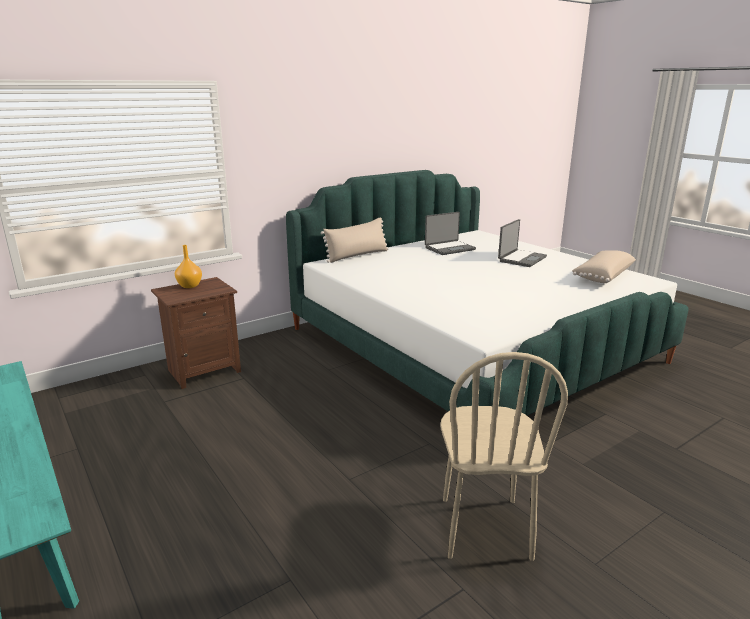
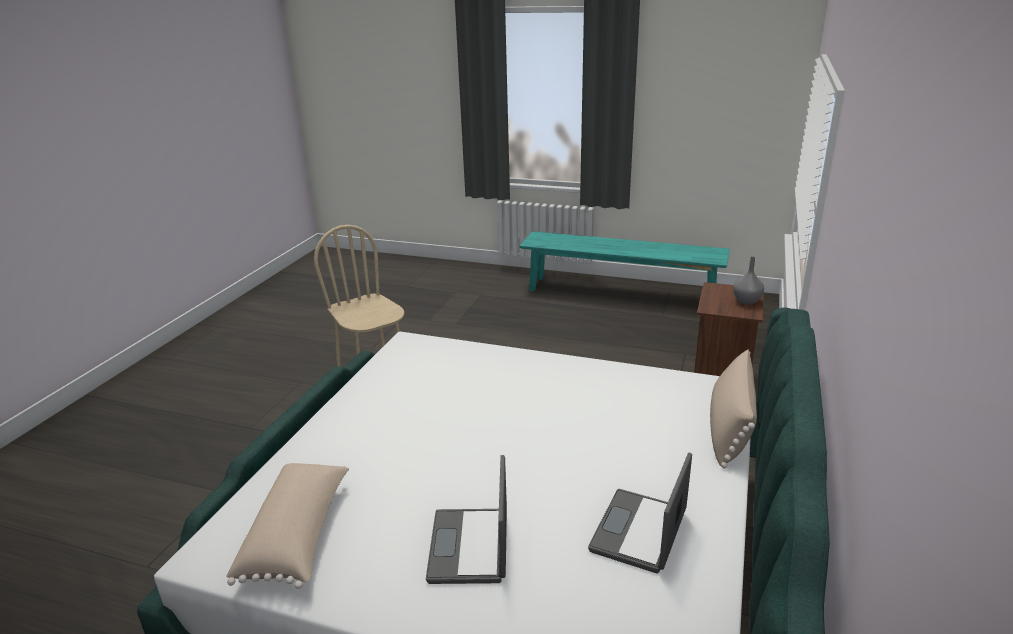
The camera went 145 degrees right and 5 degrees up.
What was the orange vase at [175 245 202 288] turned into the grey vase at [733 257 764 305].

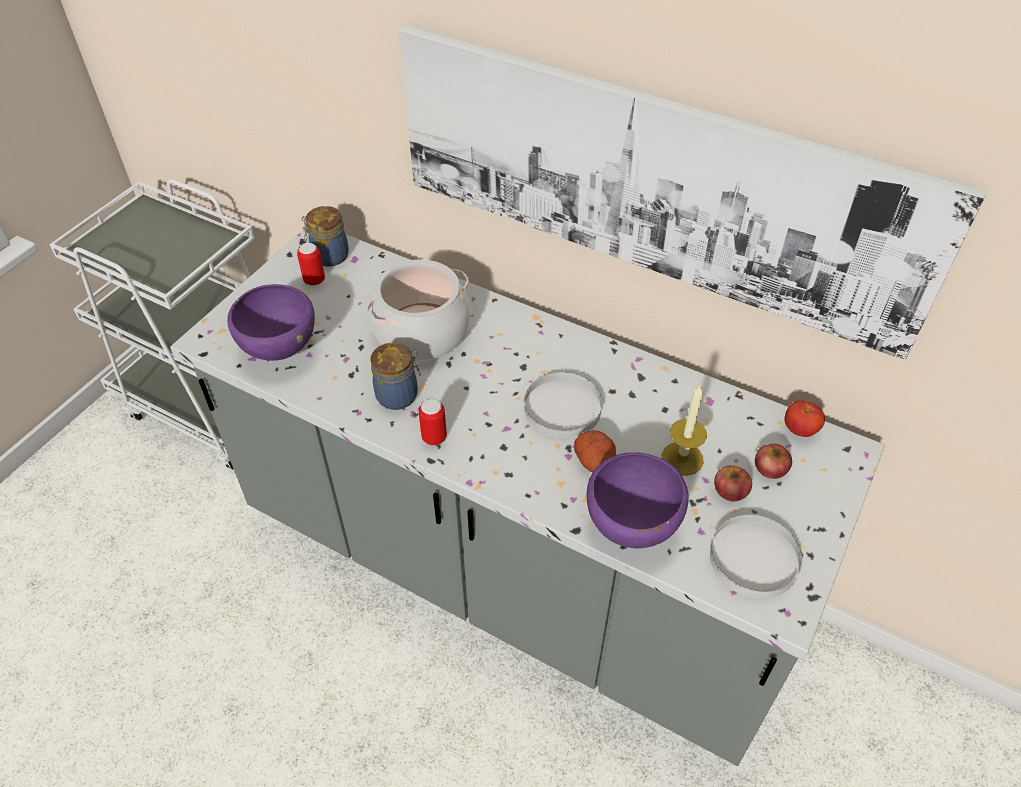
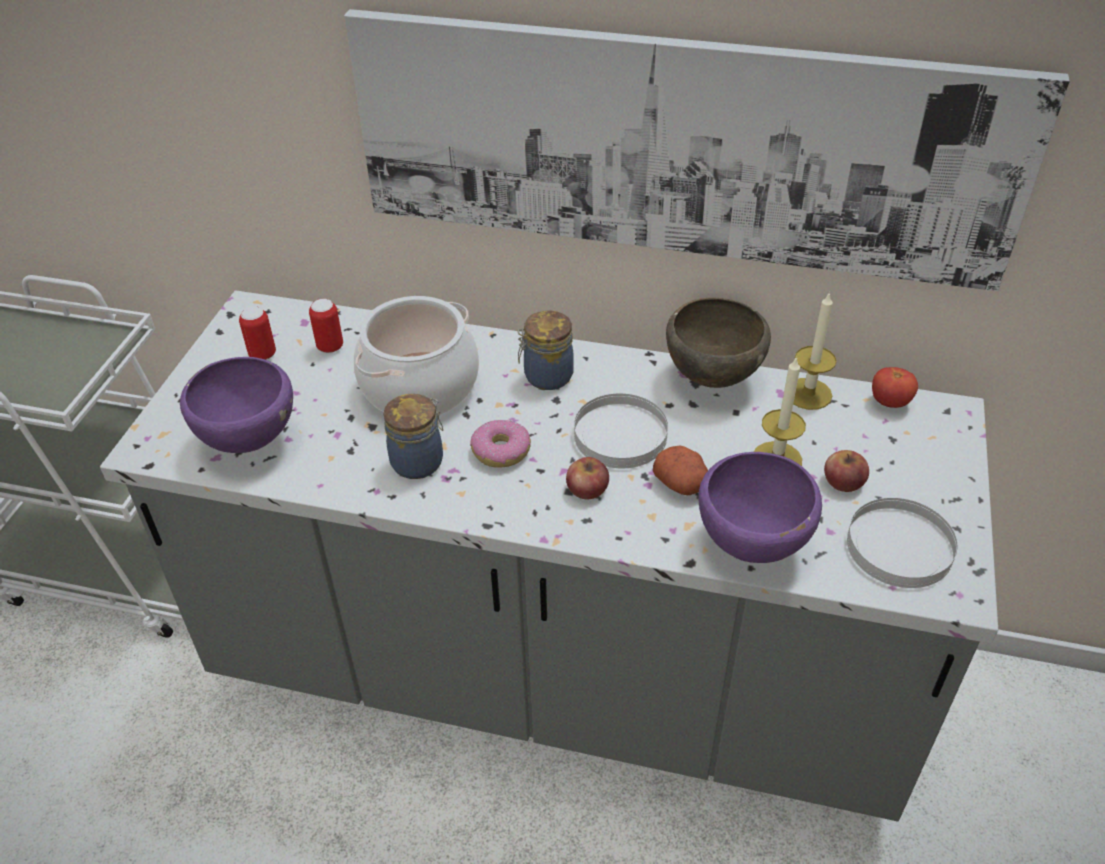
The camera went 15 degrees left and 5 degrees down.
The jar ended up elsewhere, having gone from [302 206 349 266] to [518 311 574 390].
The can ended up elsewhere, having gone from [419 399 447 445] to [309 299 343 353].
The apple ended up elsewhere, having gone from [755 444 792 479] to [566 457 609 499].
The second view gained the candle at [793 292 837 410].
The second view gained the brown bowl at [666 298 771 388].
The second view gained the donut at [470 420 531 467].

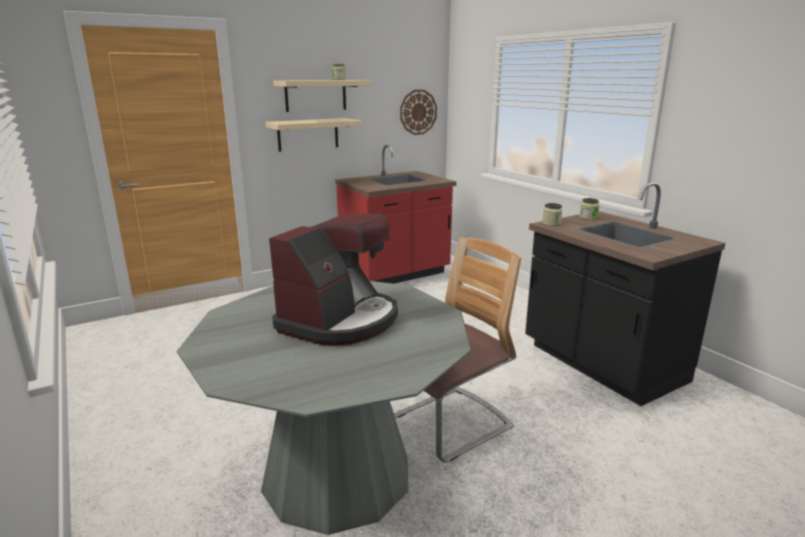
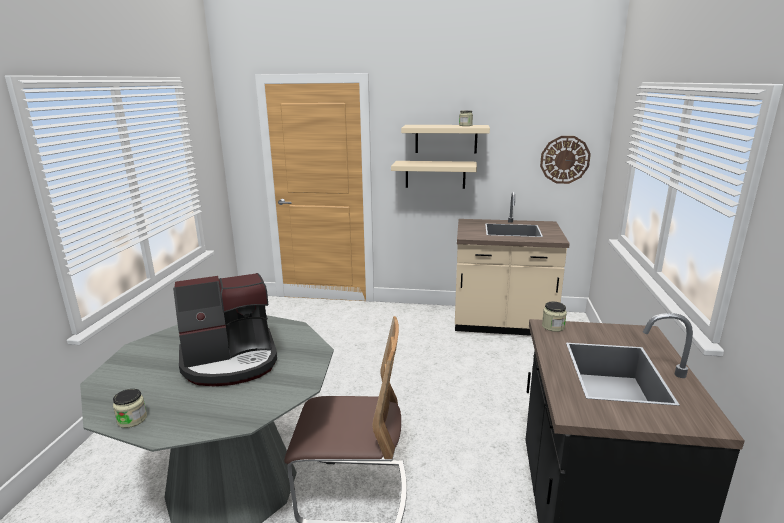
The camera went 40 degrees right and 0 degrees up.
What was the red counter at [335 145 457 284] turned into the beige counter at [455 192 570 336].
The jar ended up elsewhere, having gone from [579 198 600 220] to [113 389 147 428].

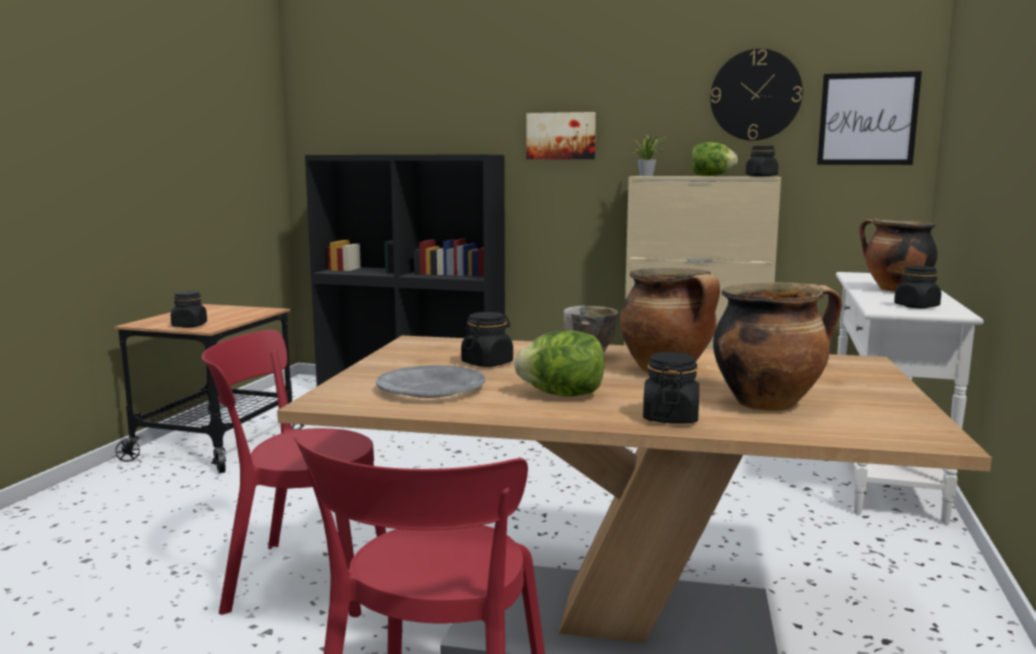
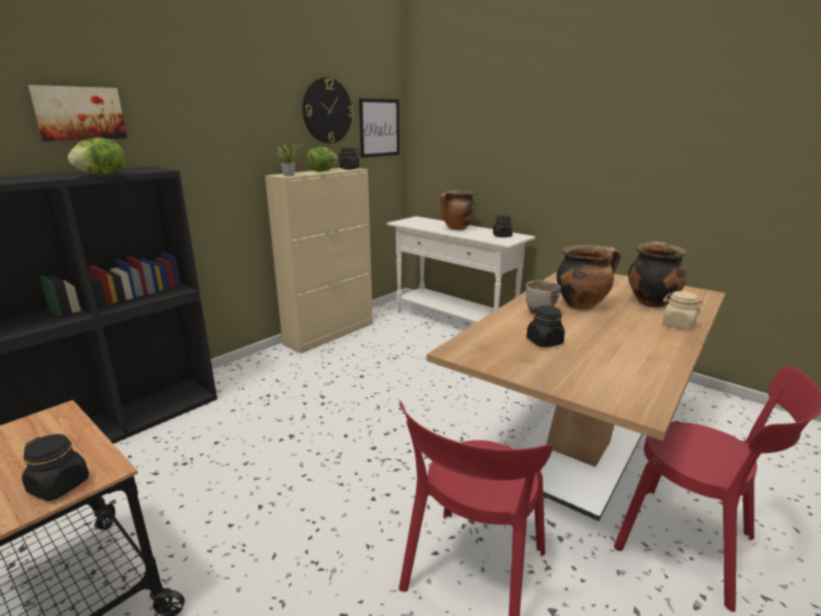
The camera went 65 degrees left and 10 degrees up.
The picture ended up elsewhere, having gone from [526 112 596 159] to [28 85 127 141].
The lettuce ended up elsewhere, having gone from [514 331 605 397] to [68 137 125 175].
What was the black jar at [643 352 699 424] turned into the beige jar at [663 291 703 330].
The second view lost the grey plate at [376 365 485 398].

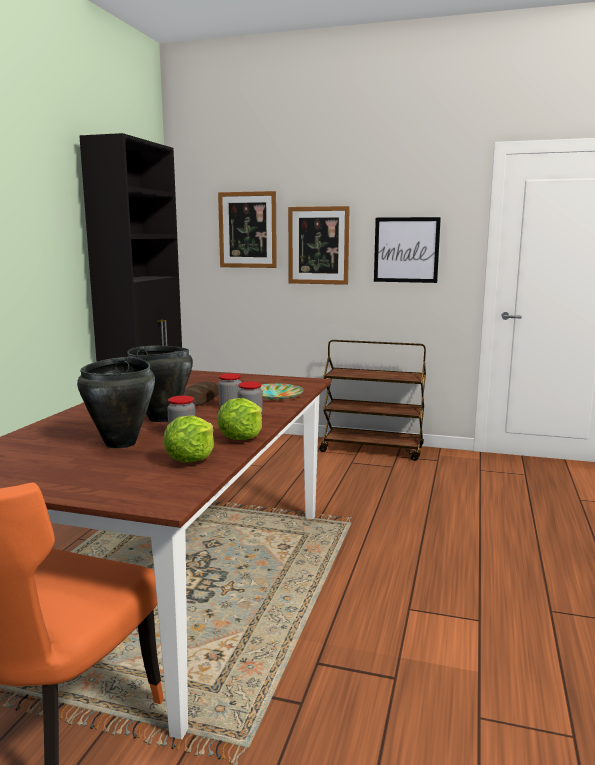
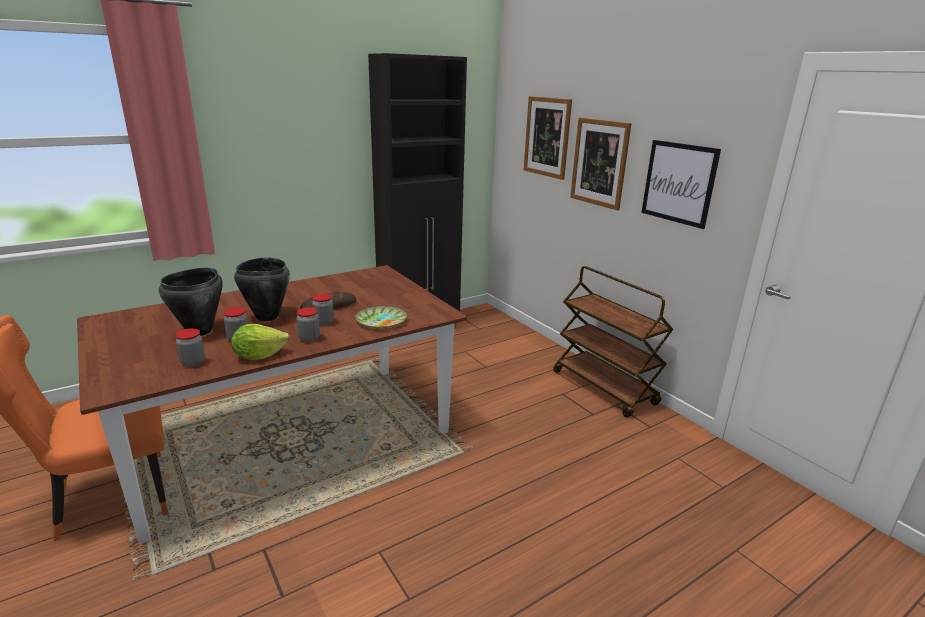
The camera went 40 degrees right and 10 degrees up.
Where the lettuce stood at [163 415 214 462], the jar came to stand at [175 329 205 367].

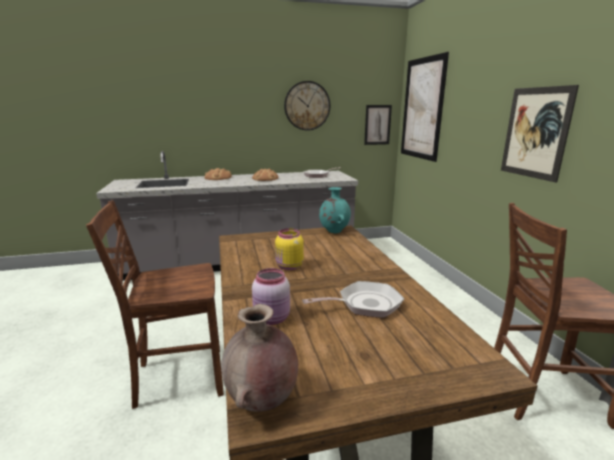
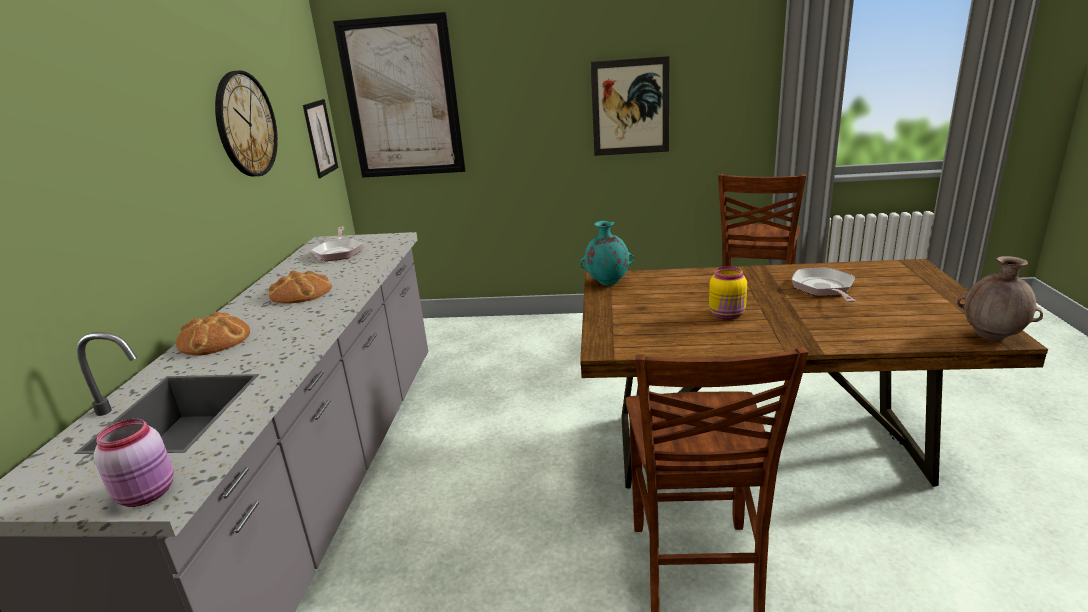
The camera went 70 degrees left and 5 degrees up.
The pink jar ended up elsewhere, having gone from [252 268 290 325] to [94 418 174 507].

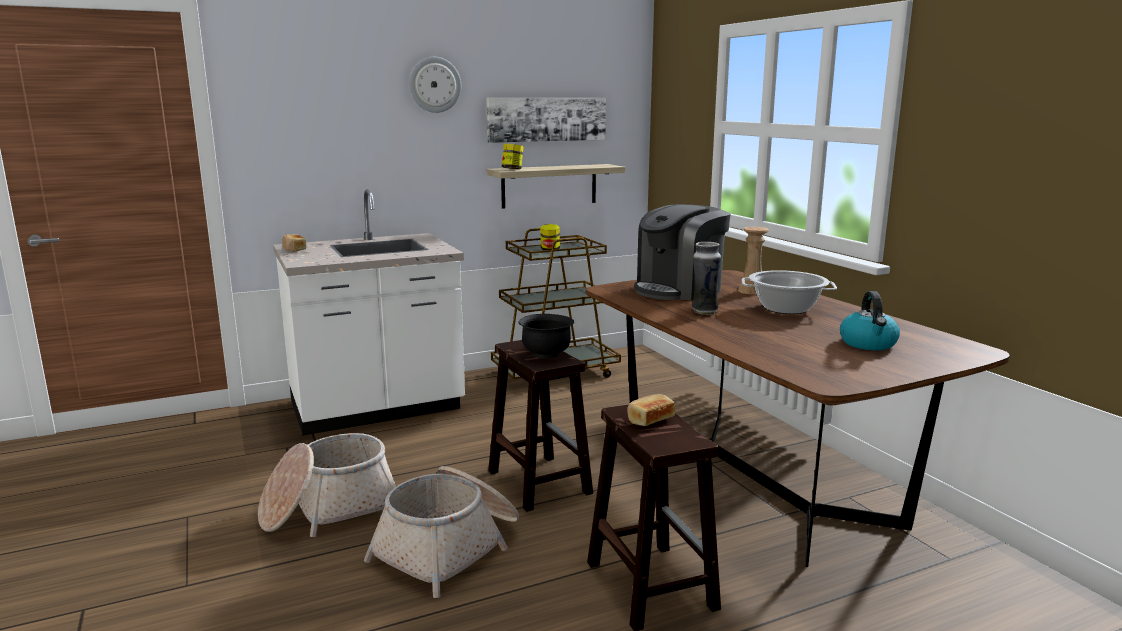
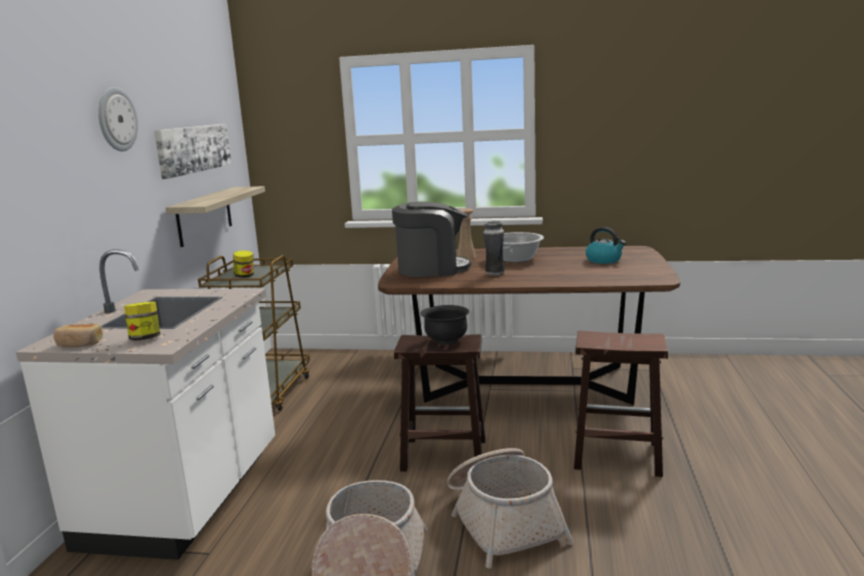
The camera went 55 degrees left and 0 degrees up.
The jar ended up elsewhere, having gone from [502 144 524 169] to [124 302 160 340].
The coffee machine at [634 204 731 301] ended up facing another way, 90 degrees counterclockwise from before.
The second view lost the bread at [627 394 675 426].

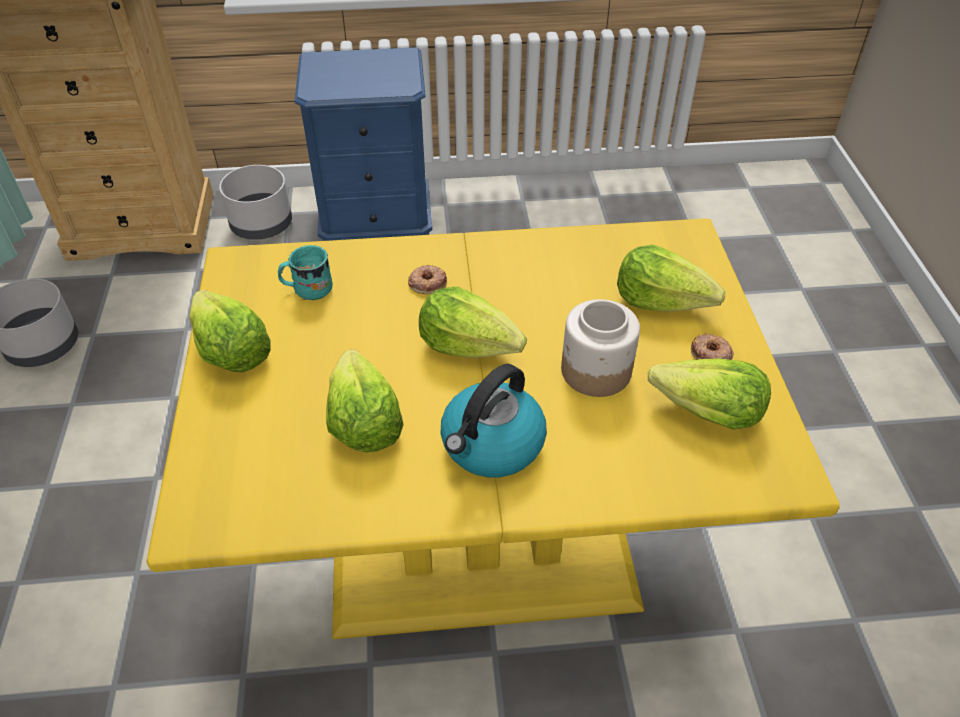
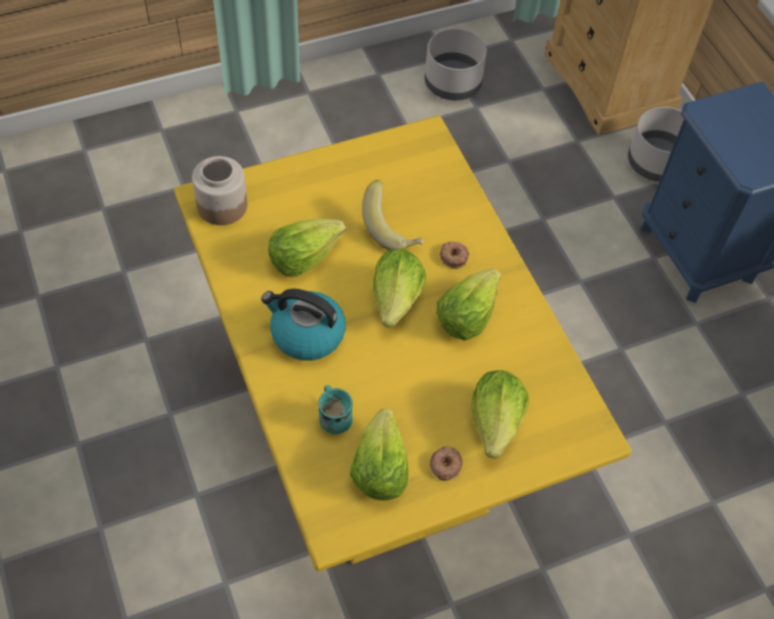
The camera went 70 degrees right and 10 degrees up.
The turquoise mug ended up elsewhere, having gone from [278 245 333 300] to [318 385 353 434].
The lettuce ended up elsewhere, having gone from [189 290 271 372] to [437 269 501 341].
The jar ended up elsewhere, having gone from [561 299 640 397] to [192 156 247 225].
The second view gained the banana at [362 180 423 250].

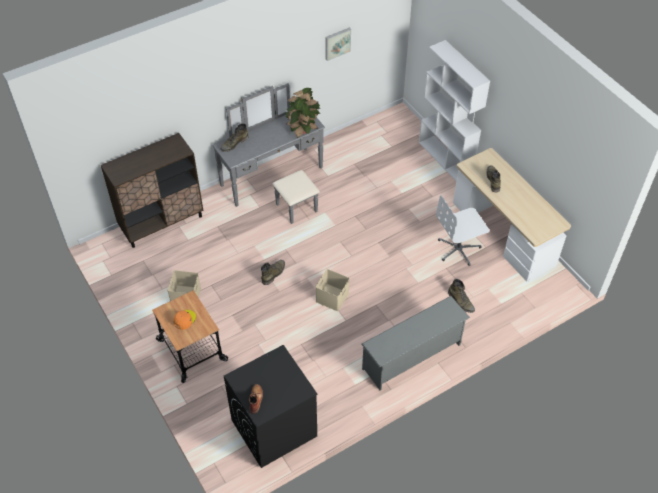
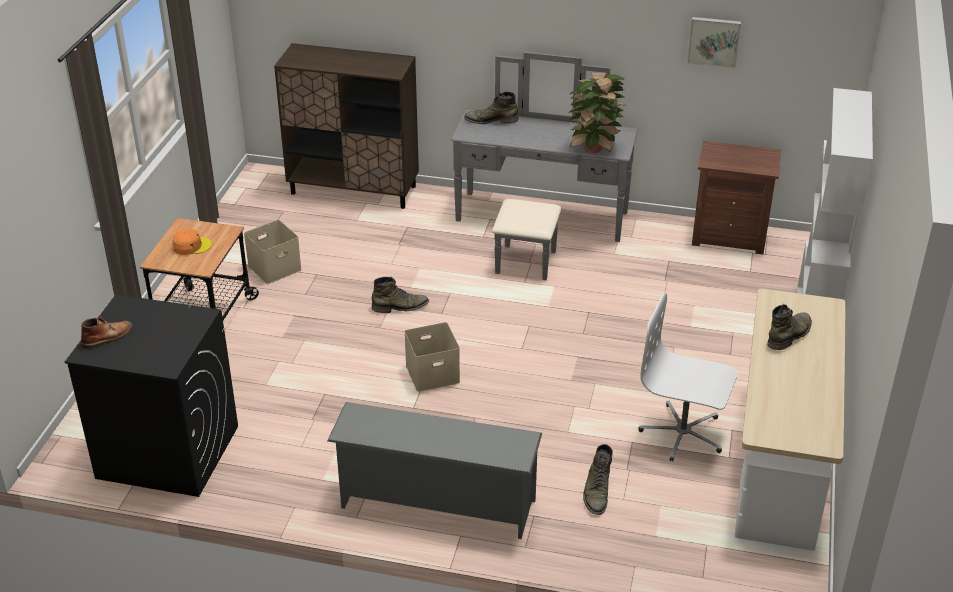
The camera went 45 degrees right and 15 degrees down.
The second view gained the brown nightstand at [692 141 781 254].

